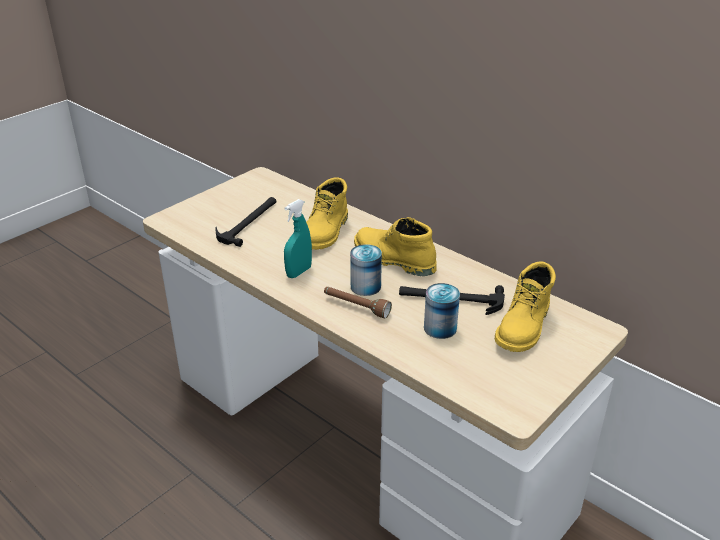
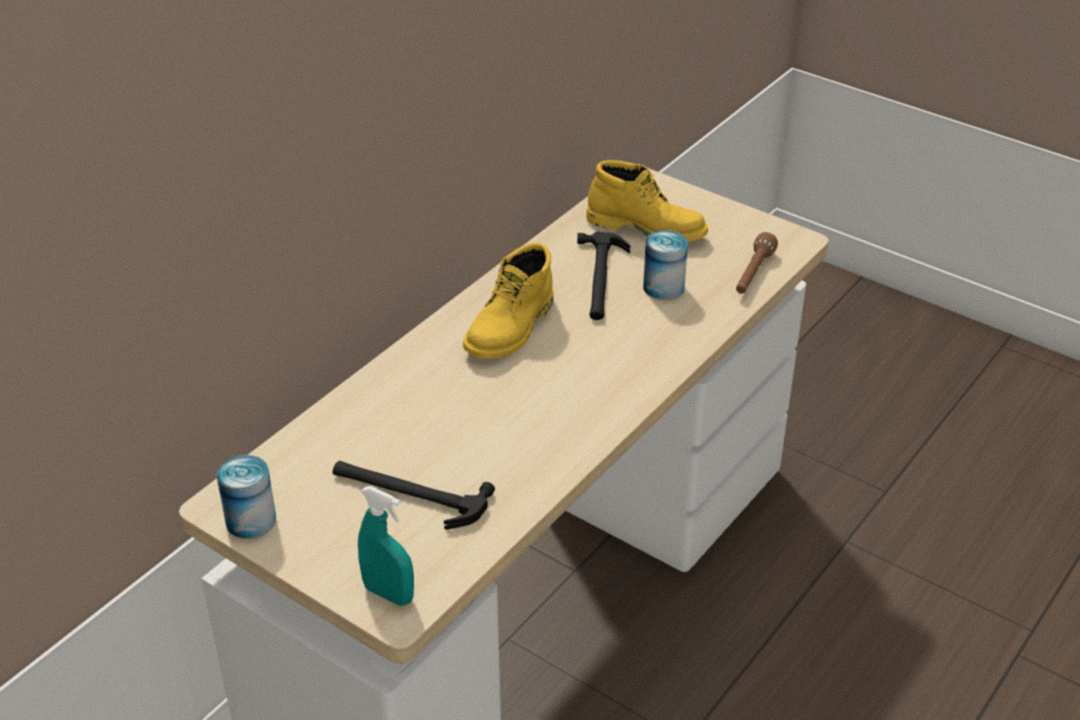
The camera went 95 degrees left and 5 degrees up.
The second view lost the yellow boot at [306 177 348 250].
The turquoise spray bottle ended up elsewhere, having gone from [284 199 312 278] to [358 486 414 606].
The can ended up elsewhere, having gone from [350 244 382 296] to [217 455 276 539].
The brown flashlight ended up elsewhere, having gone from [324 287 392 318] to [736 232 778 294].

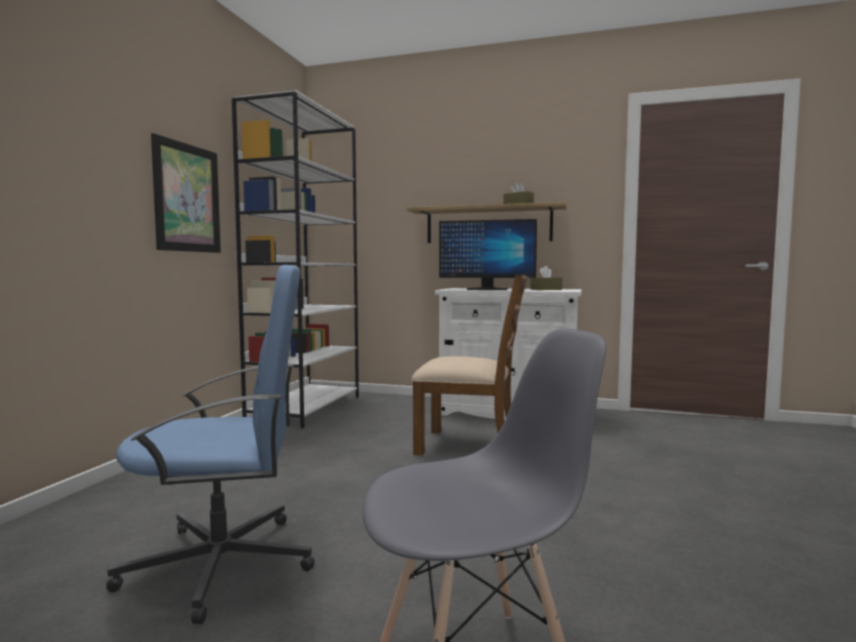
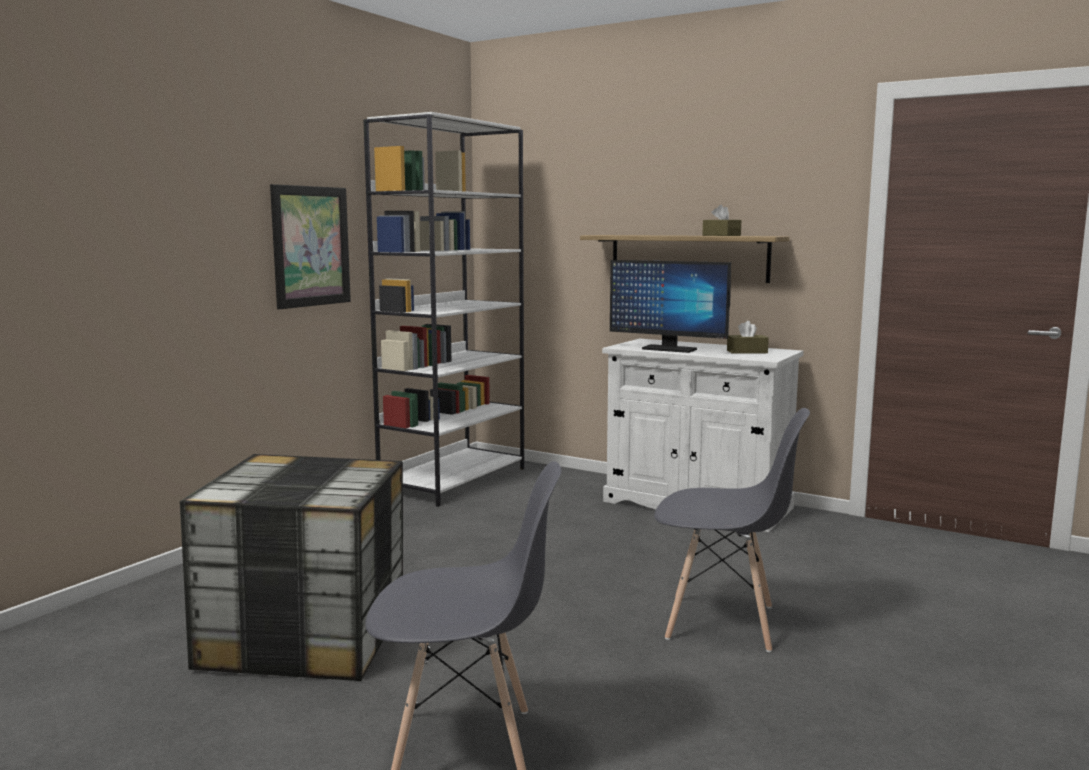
The camera went 15 degrees right and 5 degrees up.
Where the blue office chair stood at [106 265 315 624], the storage box came to stand at [180 454 403 681].
The second view lost the brown chair at [411 274 527 456].
The second view gained the grey chair at [654 408 810 652].

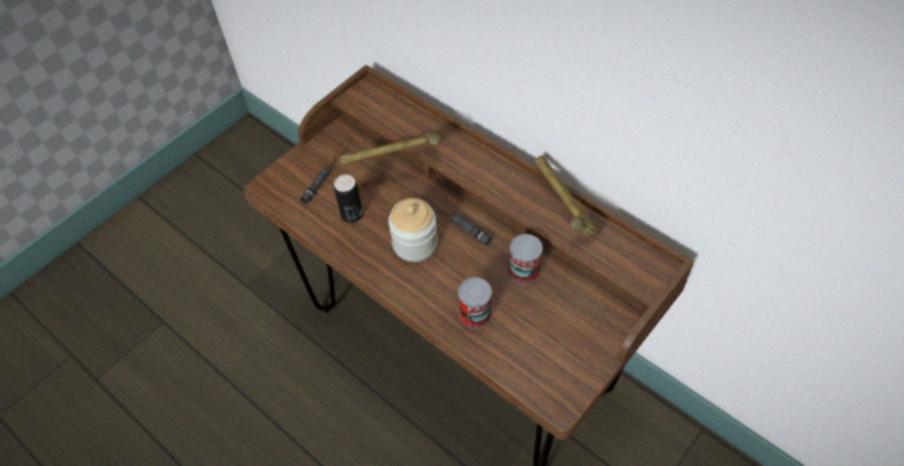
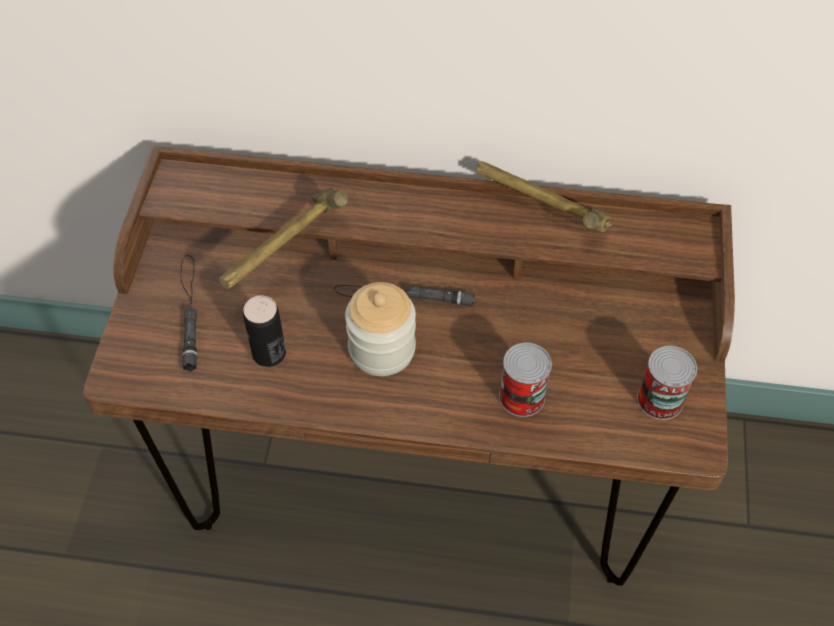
The camera went 35 degrees left and 0 degrees up.
The can ended up elsewhere, having gone from [509 234 543 285] to [637 346 697 420].

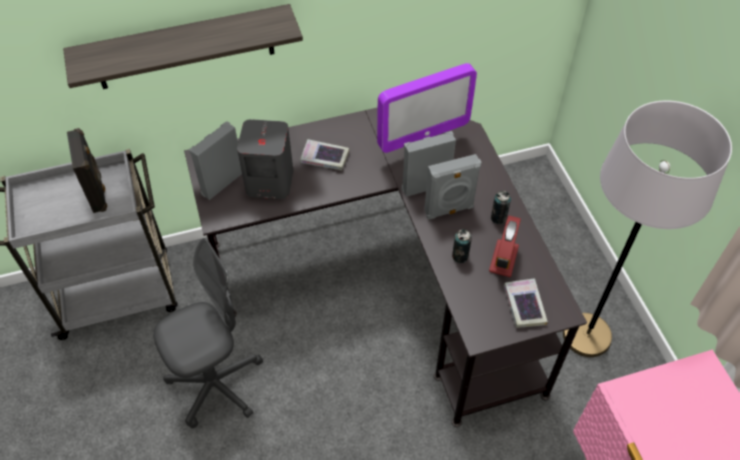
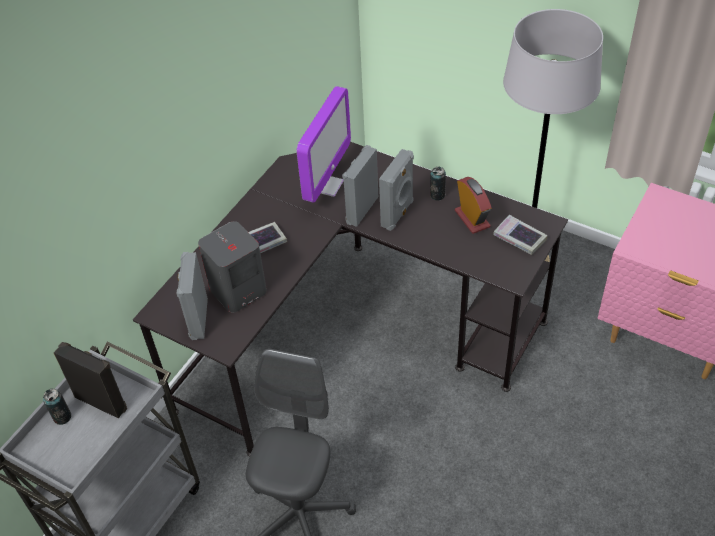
The camera went 40 degrees left and 5 degrees down.
The second view lost the shelf at [63 4 303 89].
The can ended up elsewhere, having gone from [452 229 472 263] to [43 388 71 425].

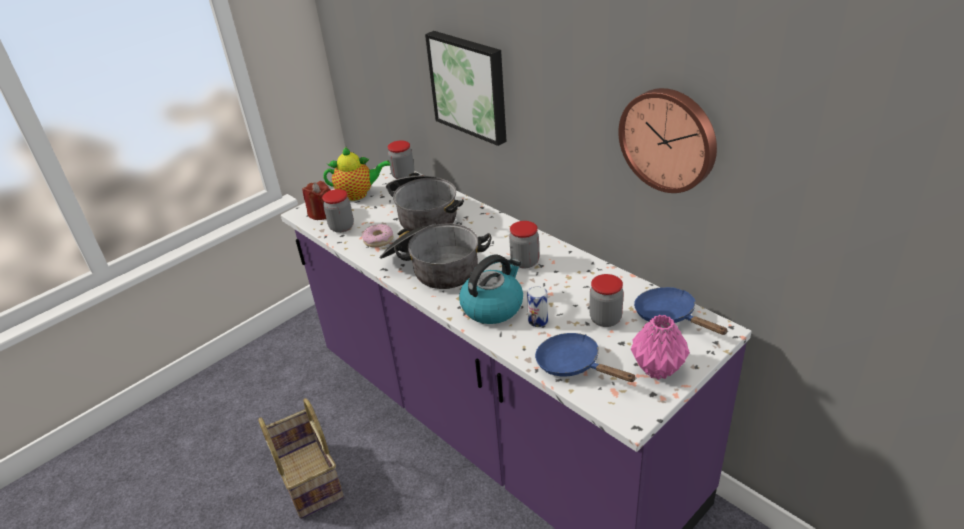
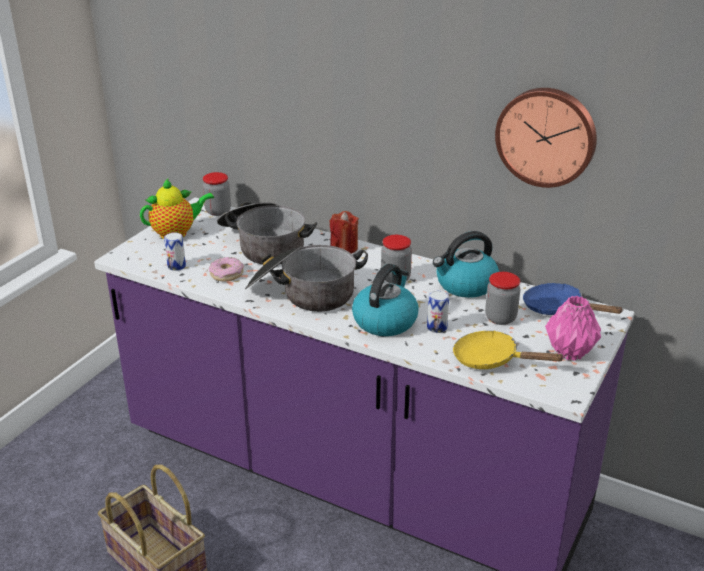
The camera went 20 degrees left and 5 degrees down.
The second view lost the picture at [425 31 507 146].
The red candle ended up elsewhere, having gone from [302 181 330 220] to [330 211 359 254].
Where the jar stood at [322 189 354 233], the can came to stand at [164 232 186 271].
What was the blue frying pan at [535 333 636 382] turned into the yellow frying pan at [453 330 565 369].
The second view gained the kettle at [433 231 499 298].

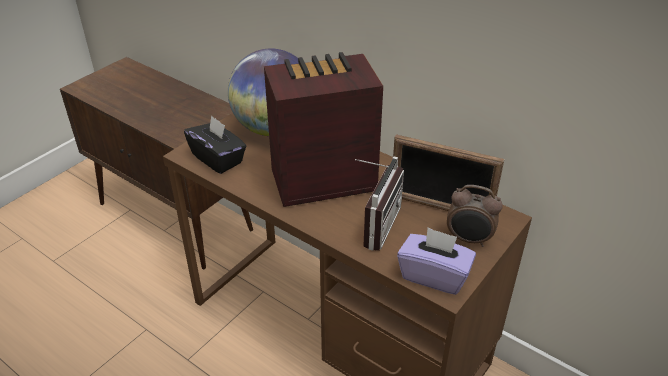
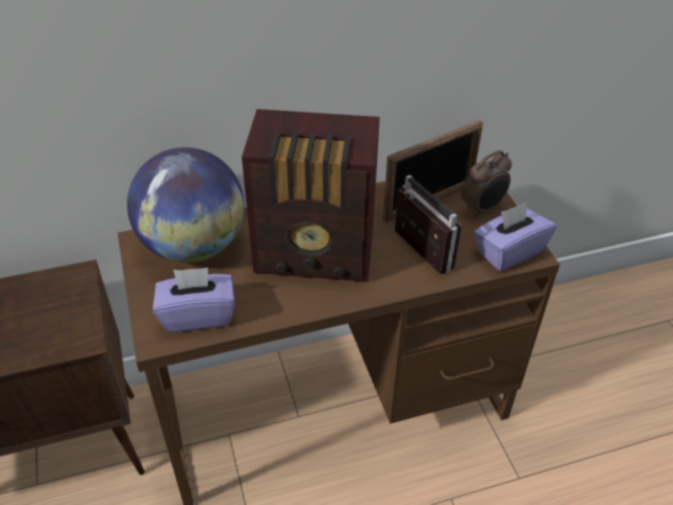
The camera went 55 degrees left and 5 degrees up.
The radio at [264 52 383 207] ended up facing another way, 105 degrees counterclockwise from before.
What was the black tissue box at [184 115 247 174] turned into the purple tissue box at [153 267 235 333].

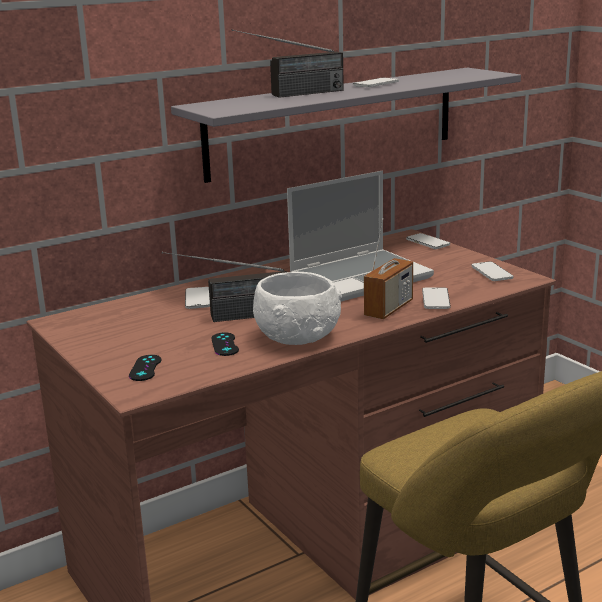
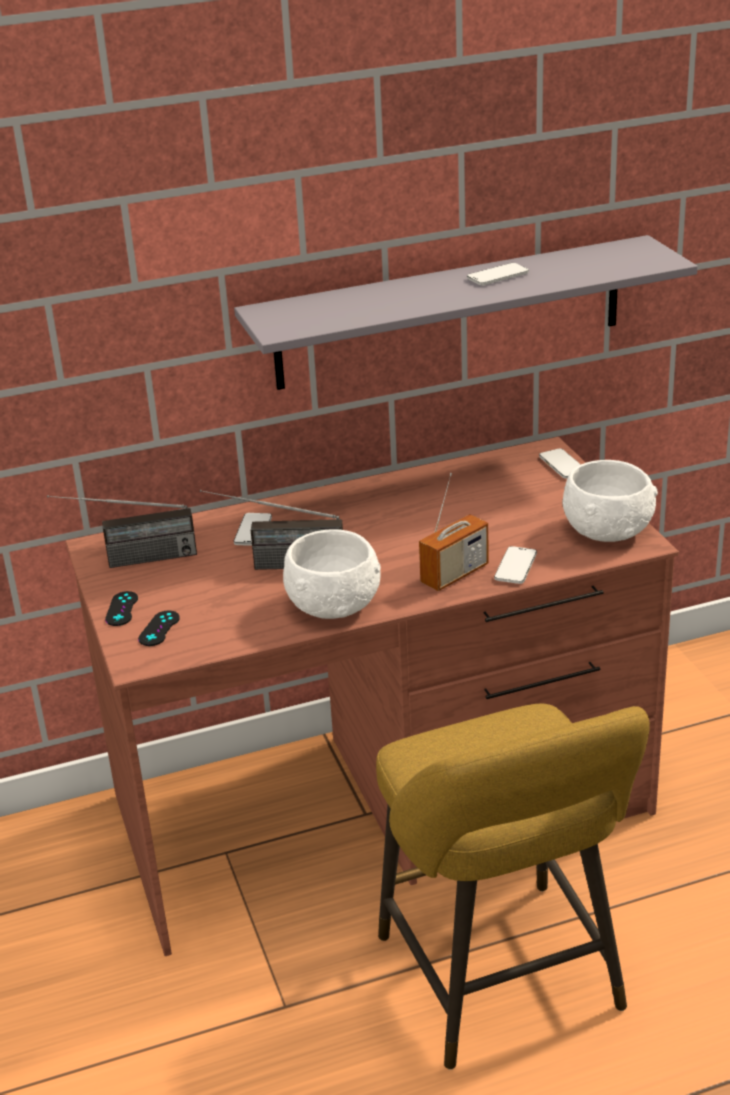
The camera went 15 degrees right and 10 degrees up.
The radio ended up elsewhere, having gone from [232 29 344 98] to [47 495 197 568].
The second view lost the laptop at [287 171 434 302].
Where the phone stood at [471 261 513 281], the white bowl came to stand at [563 460 658 542].
The black game controller ended up elsewhere, having gone from [211 332 239 356] to [105 591 138 626].

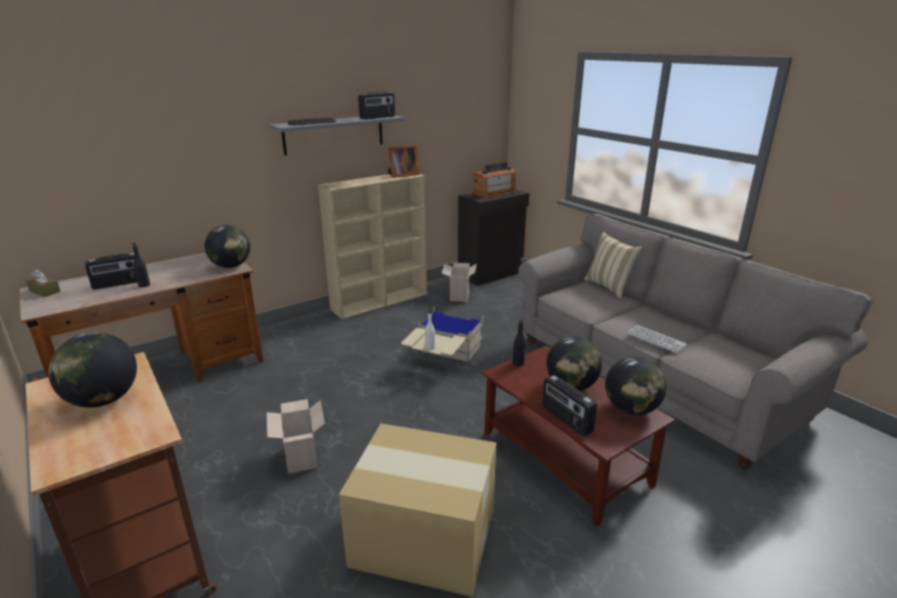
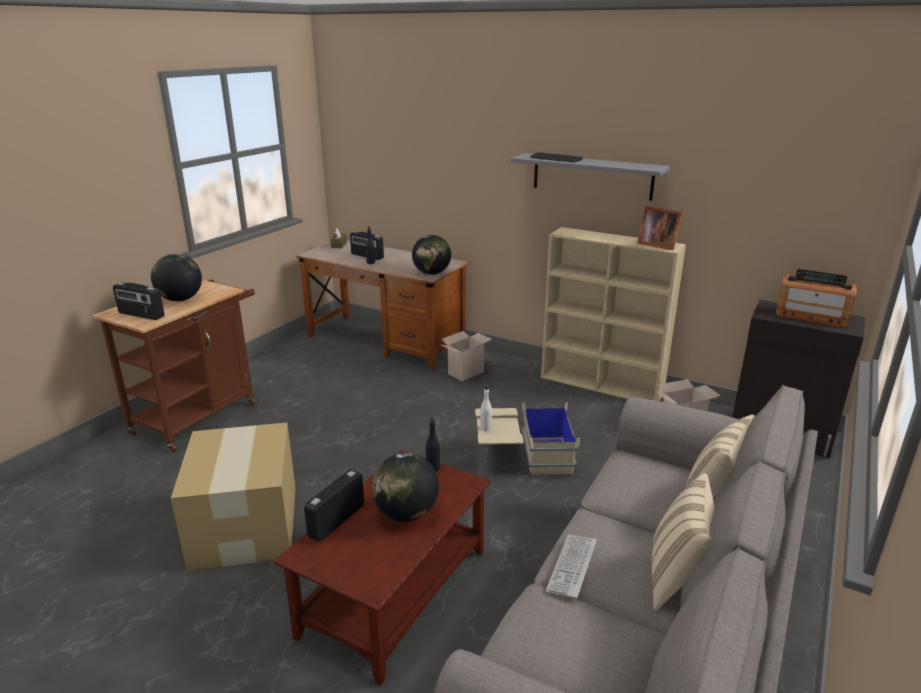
The camera went 65 degrees right and 0 degrees up.
The radio ended up elsewhere, having gone from [358 91 395 120] to [113 282 165 320].
The second view lost the globe at [605 356 666 415].
The cardboard box ended up elsewhere, having gone from [267 399 325 474] to [441 331 491 381].
The second view gained the beige pillow at [652 473 715 611].

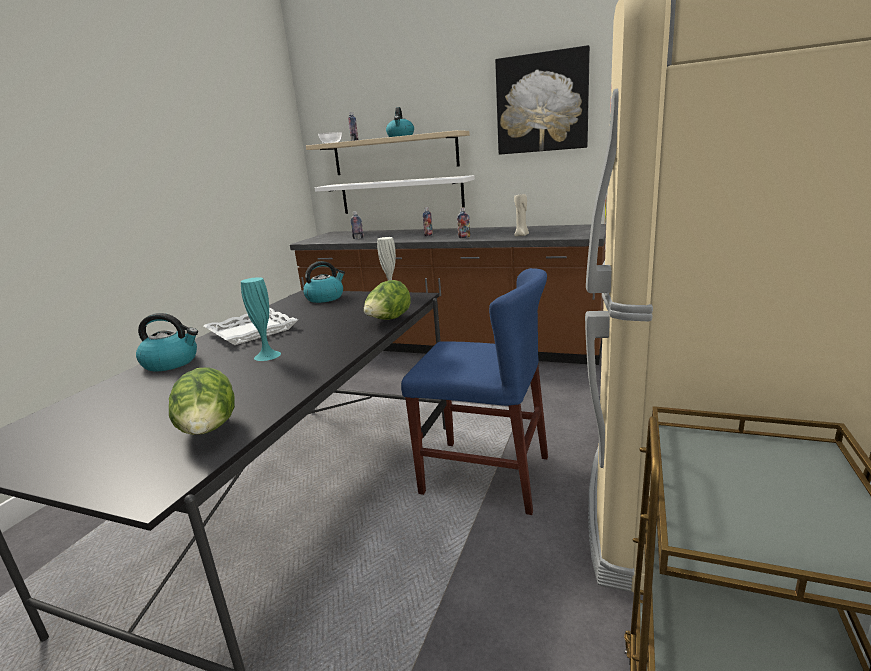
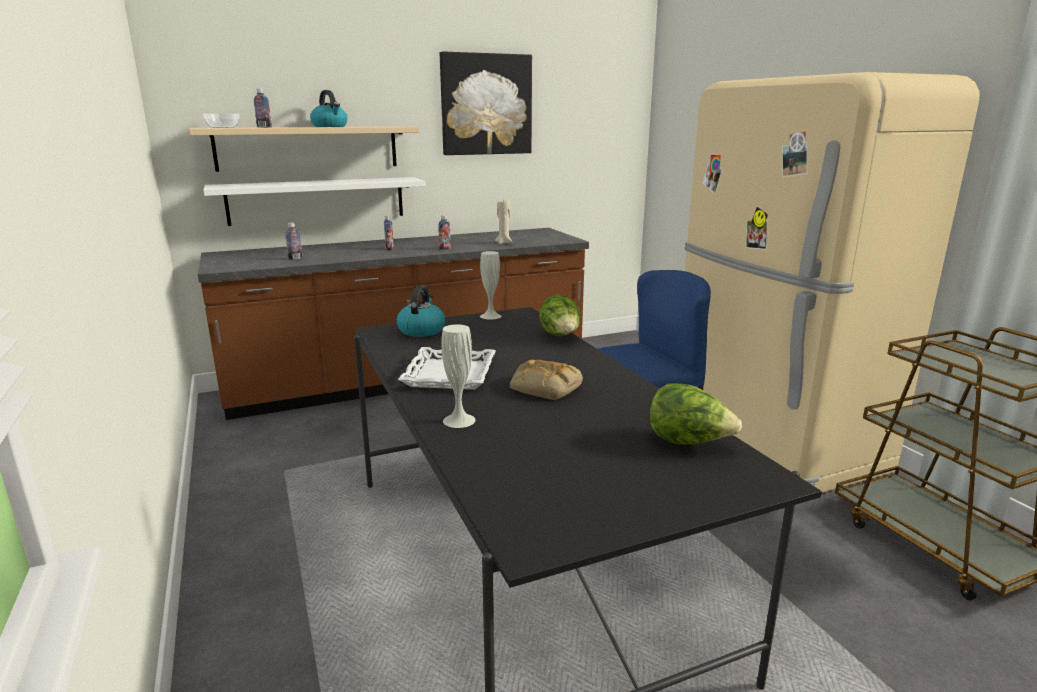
The camera went 45 degrees left and 0 degrees up.
Where the turquoise vase stood at [241 277 281 361], the bread came to stand at [510 360 583 400].
Where the kettle stood at [136 313 198 371], the white vase came to stand at [441 324 476 428].

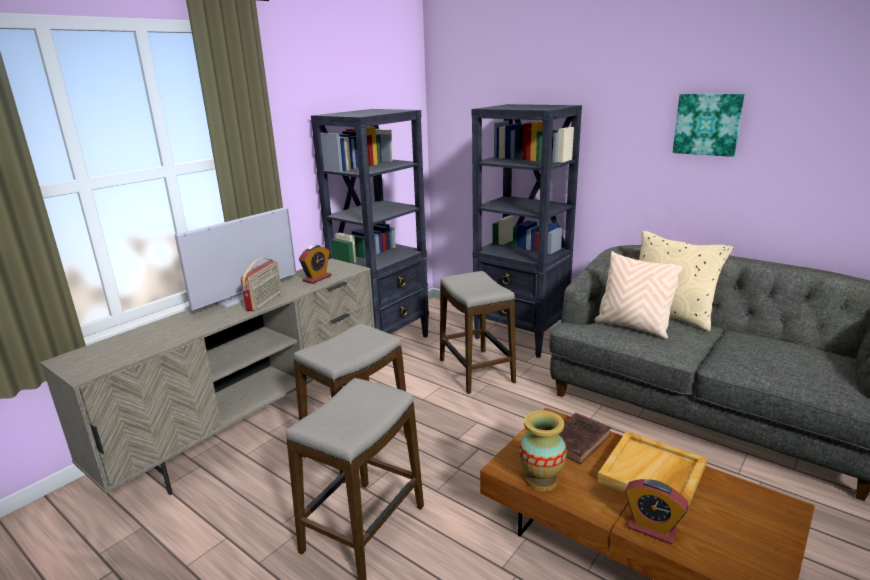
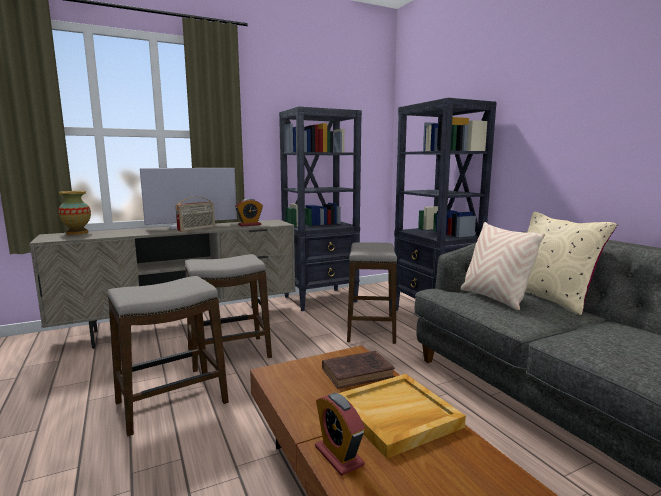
The camera went 25 degrees right and 10 degrees down.
The second view lost the picture at [673 94 745 157].
The vase ended up elsewhere, having gone from [519 410 567 491] to [58 191 91 235].

